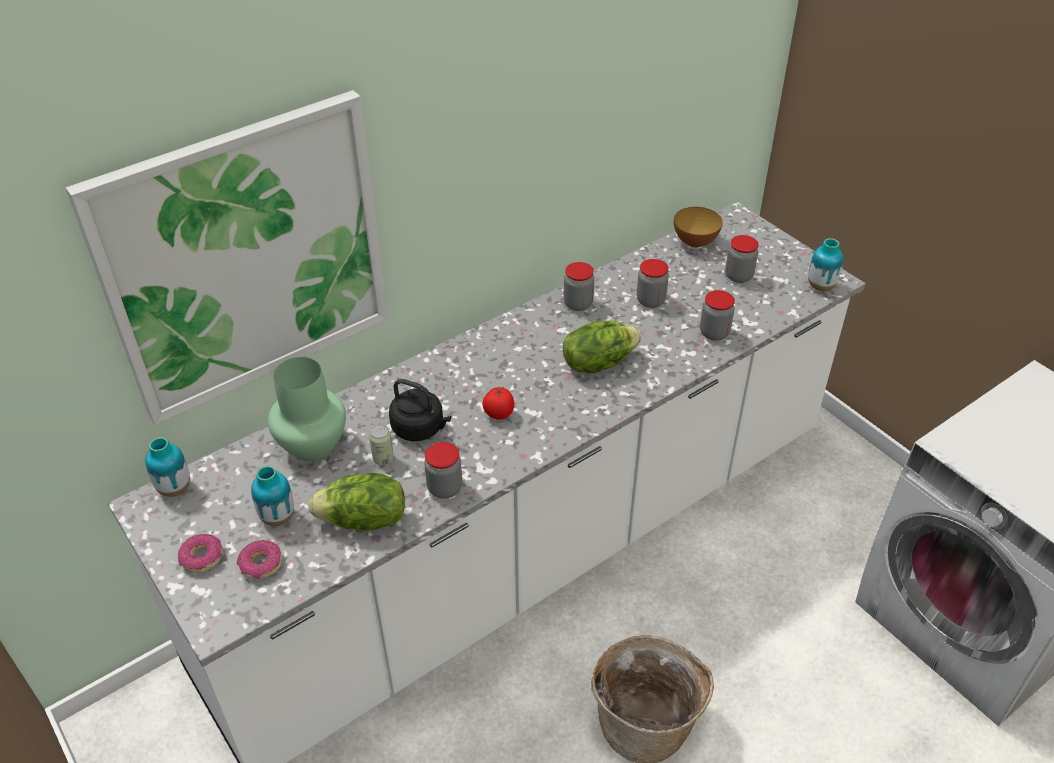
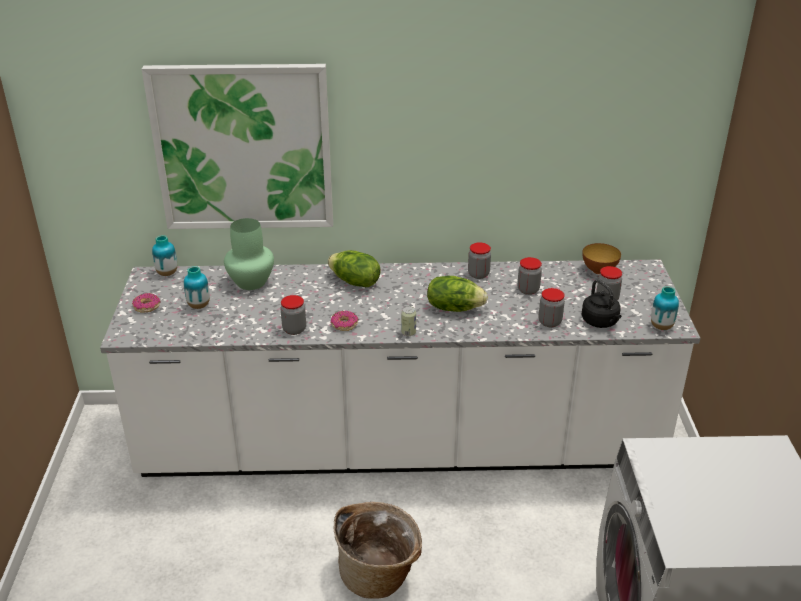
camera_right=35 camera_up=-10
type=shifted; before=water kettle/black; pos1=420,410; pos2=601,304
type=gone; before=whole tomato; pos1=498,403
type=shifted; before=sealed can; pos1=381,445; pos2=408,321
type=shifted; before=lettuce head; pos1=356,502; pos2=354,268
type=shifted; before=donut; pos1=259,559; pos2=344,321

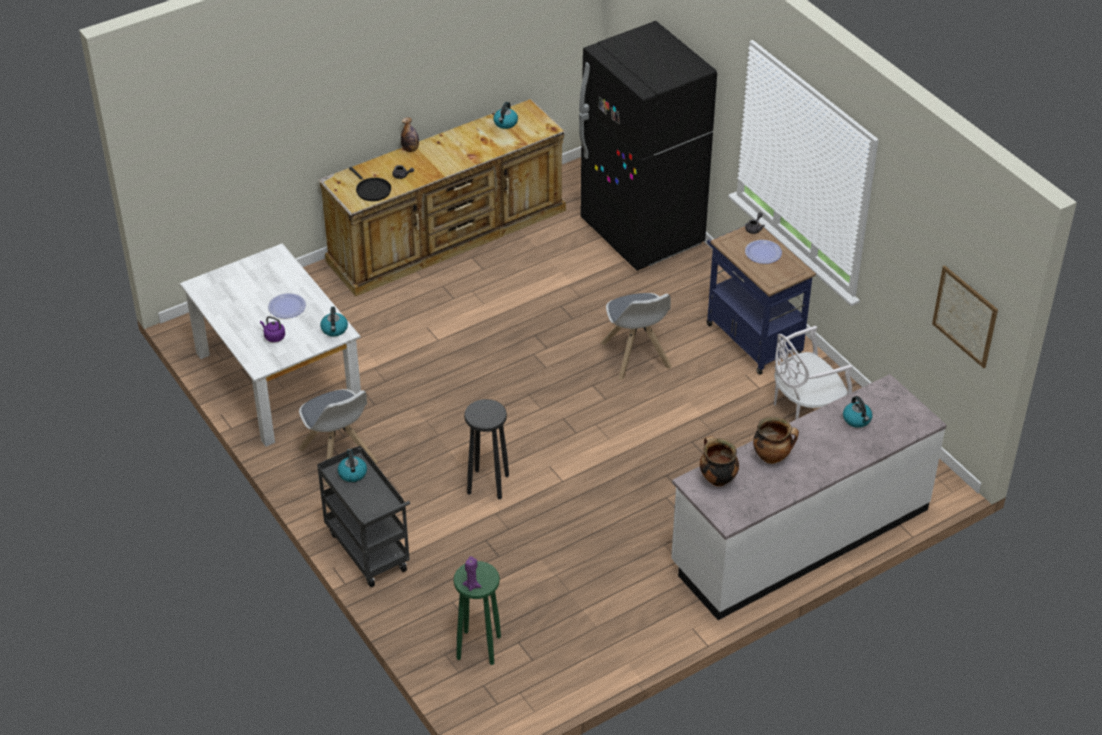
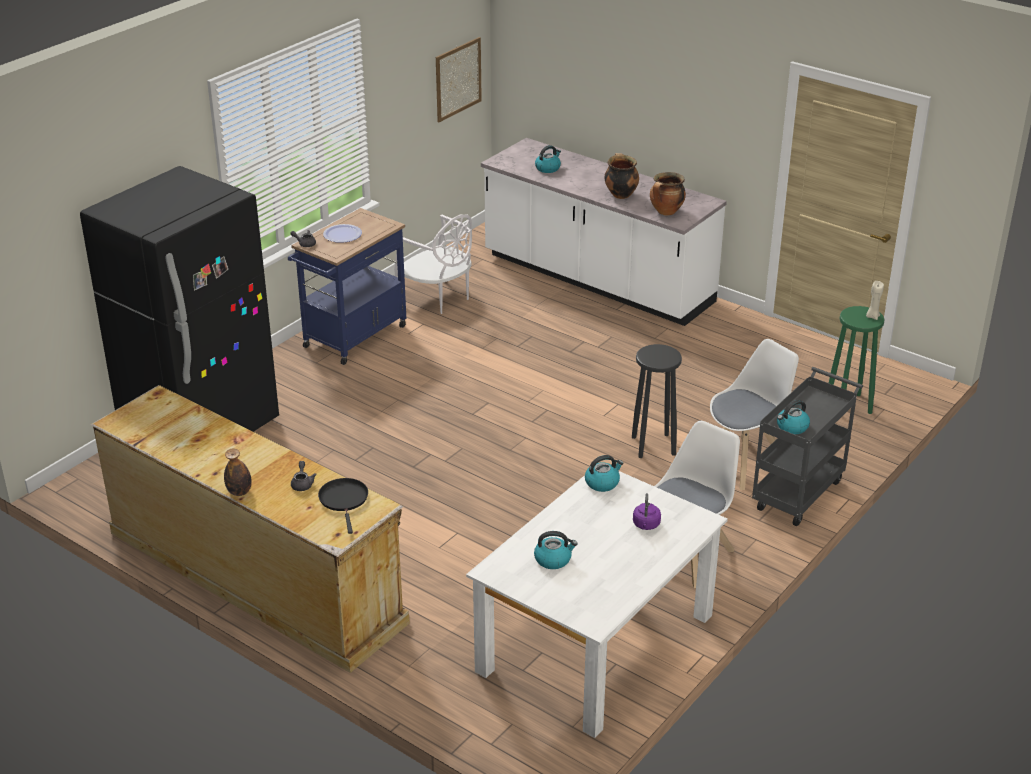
camera_right=-110 camera_up=-10
type=shifted; before=water kettle; pos1=505,115; pos2=556,550
type=rotated; before=skillet/black; pos1=370,184; pos2=343,506; turn=-45
type=gone; before=plate; pos1=287,305
type=shifted; before=plain chair; pos1=635,336; pos2=754,414
type=repainted; before=wax candle/purple; after=wax candle/beige-coloured; pos1=472,573; pos2=875,300

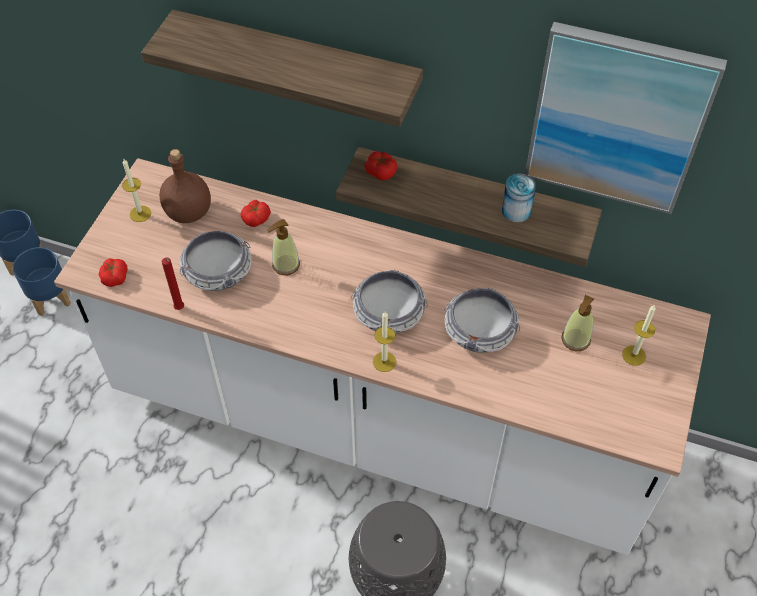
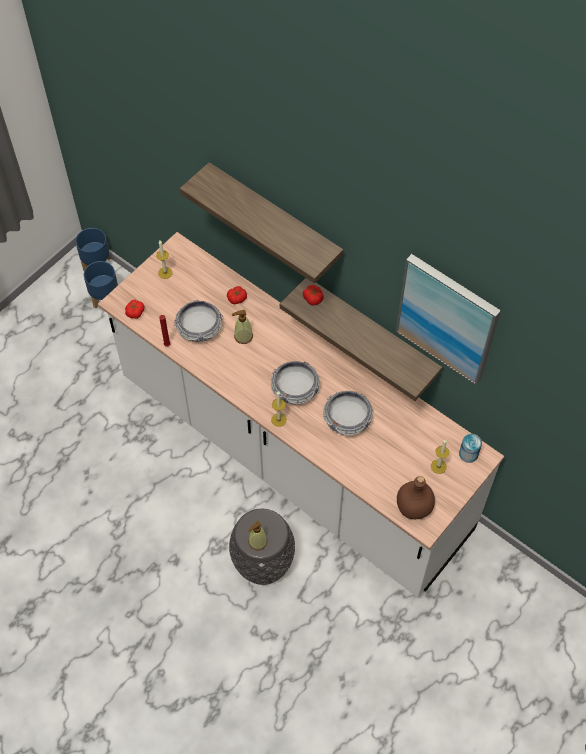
camera_right=20 camera_up=5
type=shifted; before=beverage bottle/brownish; pos1=185,186; pos2=416,497
type=shifted; before=sealed can; pos1=519,198; pos2=470,448
type=shifted; before=liquid soap bottle; pos1=577,323; pos2=257,536

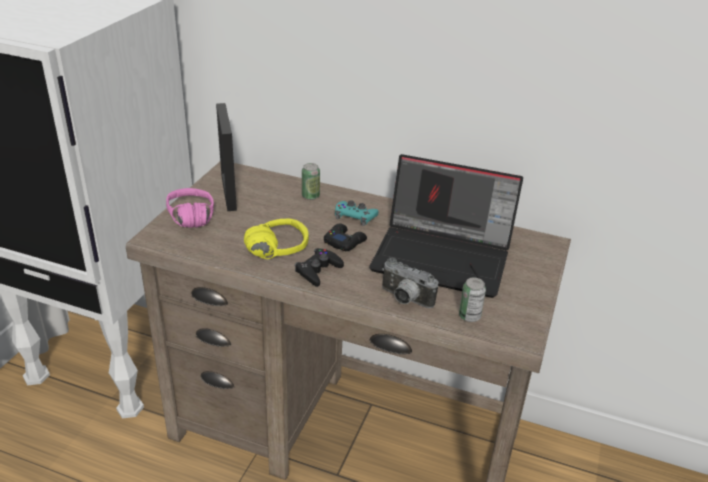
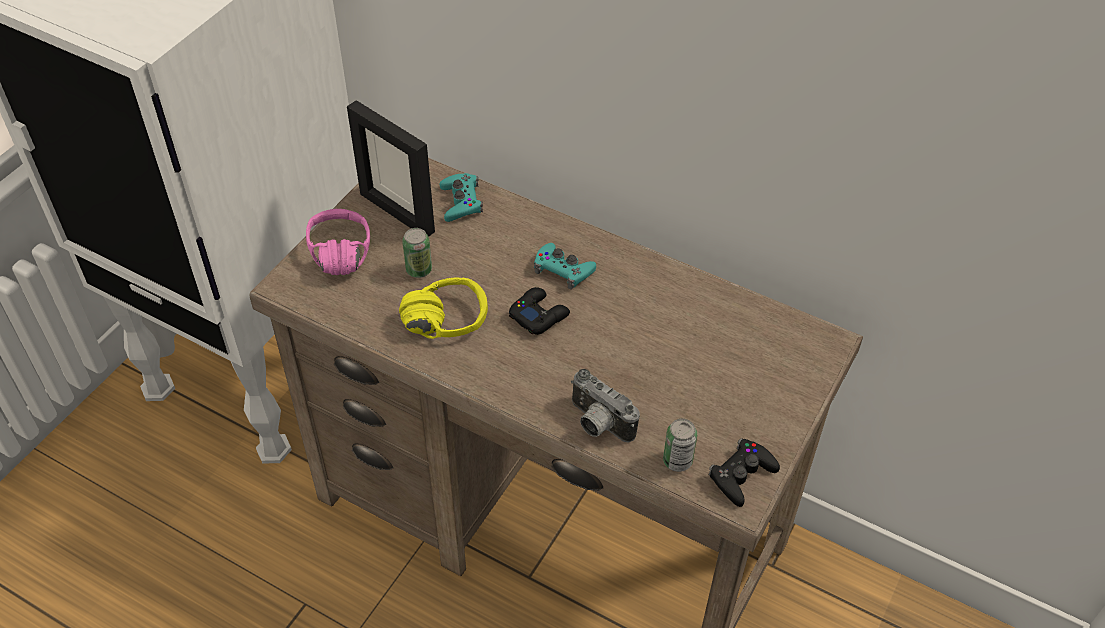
camera_right=10 camera_up=15
type=rotated; before=photo frame; pos1=226,157; pos2=391,168; turn=-45
type=gone; before=laptop; pos1=446,226
type=shifted; before=sealed can; pos1=311,181; pos2=417,253
type=shifted; before=gamepad/black; pos1=319,267; pos2=744,472
type=new; after=gamepad/turquoise; pos2=461,197

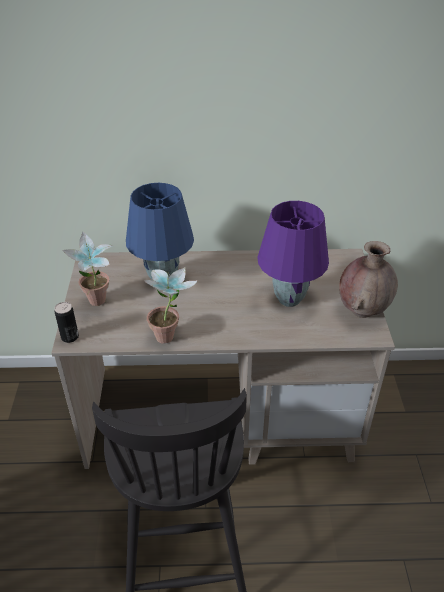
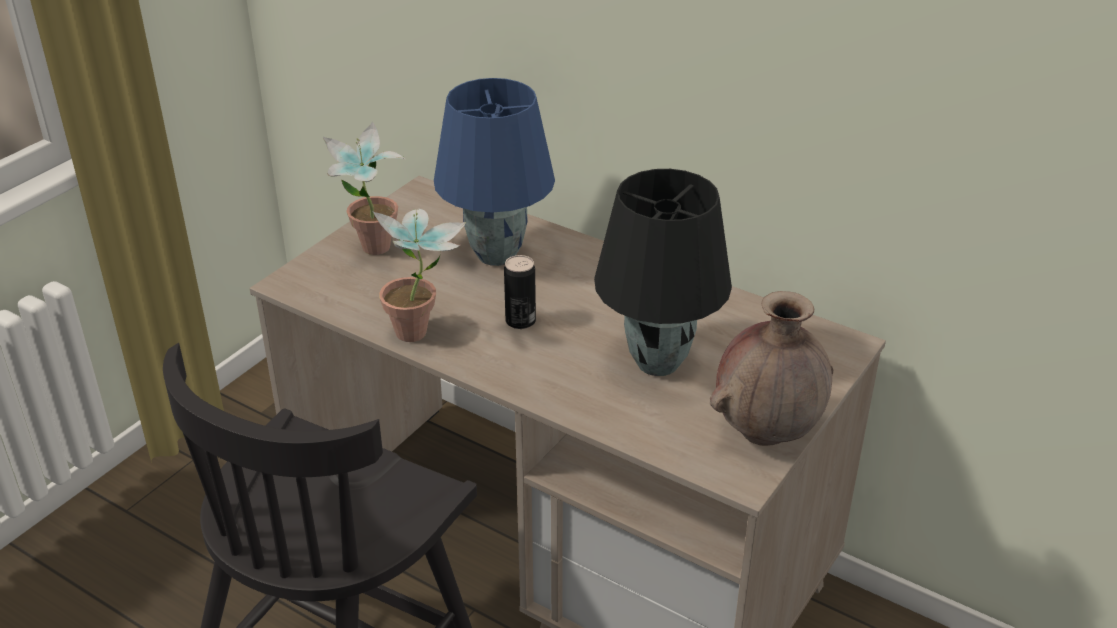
camera_right=35 camera_up=-5
type=repainted; before=tabletop lamp/purple; after=tabletop lamp/black; pos1=293,254; pos2=663,272
type=shifted; before=sealed can; pos1=66,322; pos2=520,292

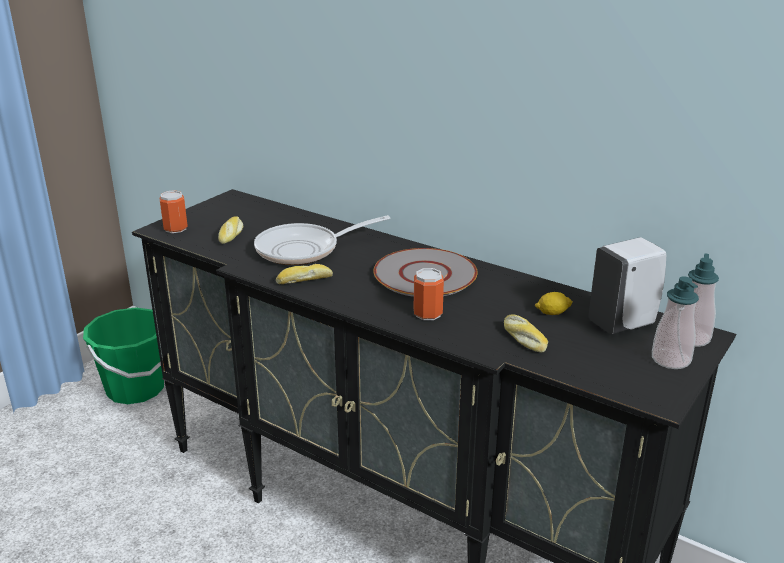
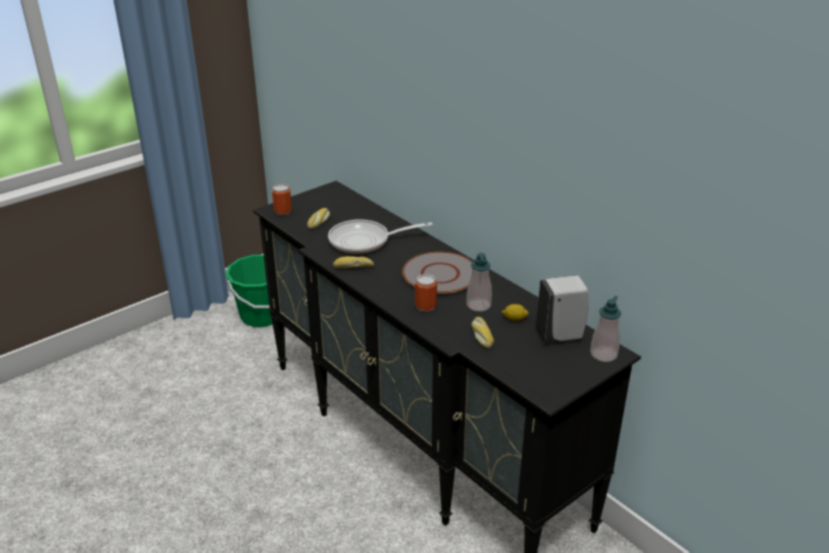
camera_right=15 camera_up=5
type=shifted; before=liquid soap bottle; pos1=675,322; pos2=479,282

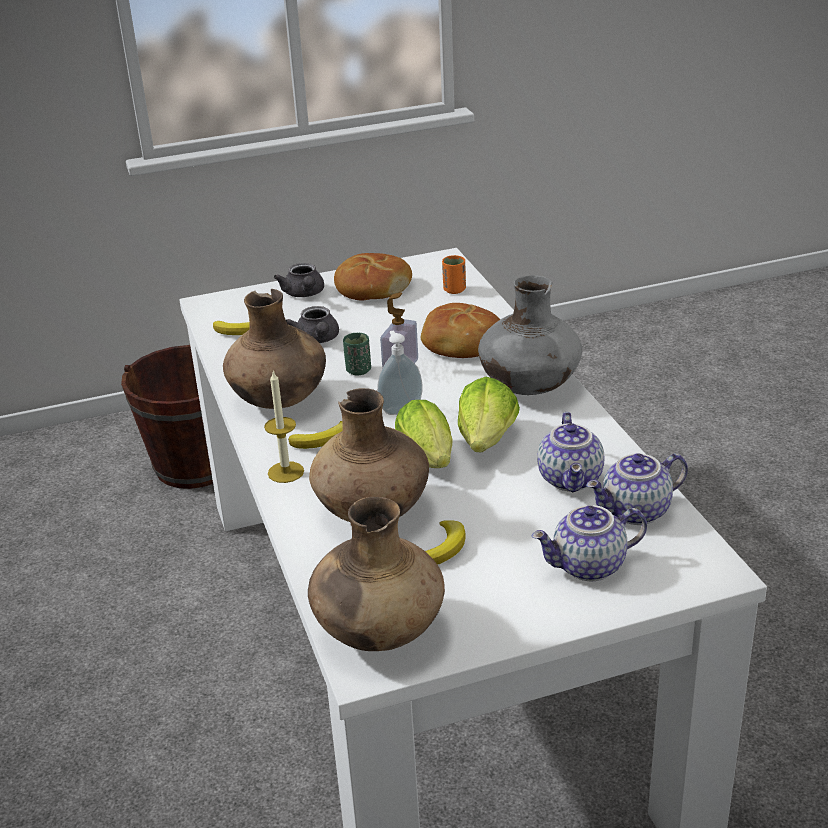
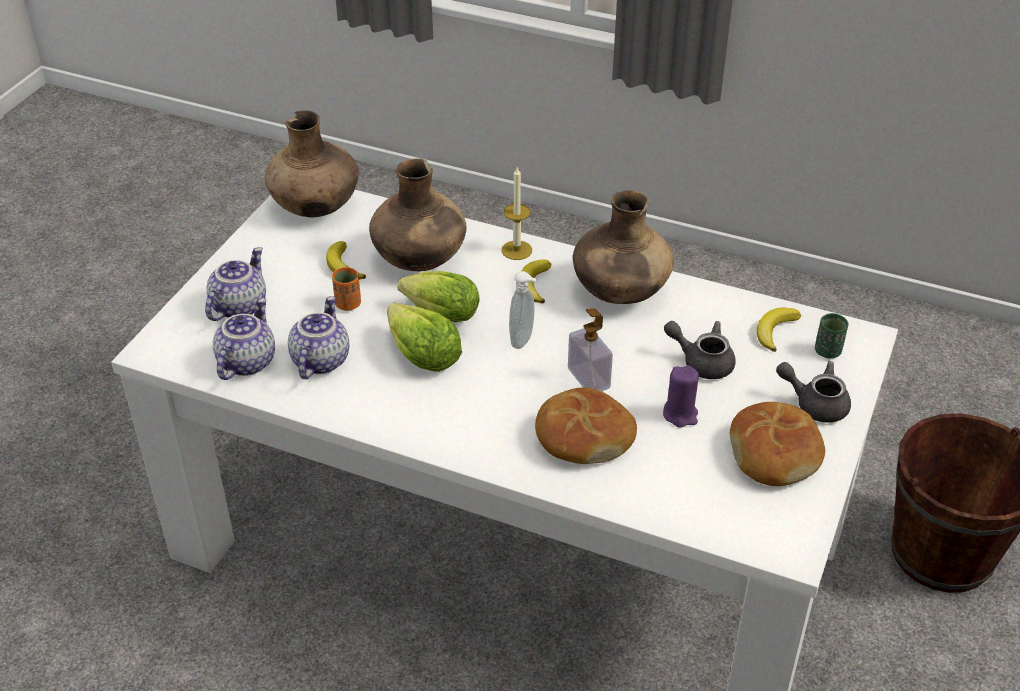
camera_right=130 camera_up=10
type=shifted; before=cup/orangey; pos1=454,274; pos2=346,289
type=gone; before=vase/gray; pos1=530,335
type=shifted; before=cup/greenish; pos1=357,354; pos2=831,335
type=rotated; before=teapot; pos1=570,452; pos2=318,337; turn=60
type=new; after=wax candle/purple; pos2=681,396

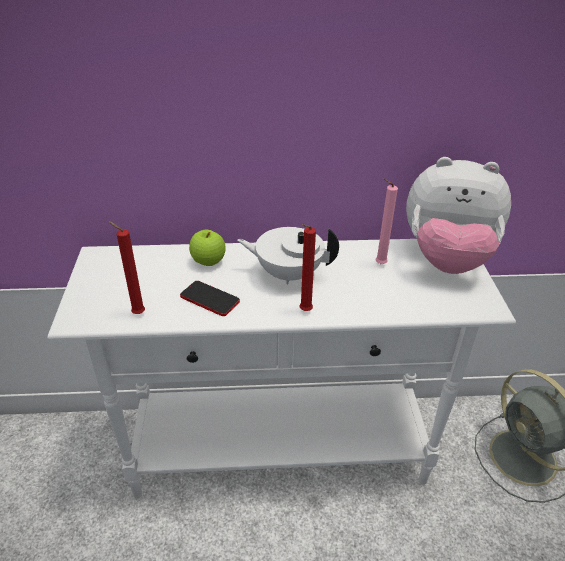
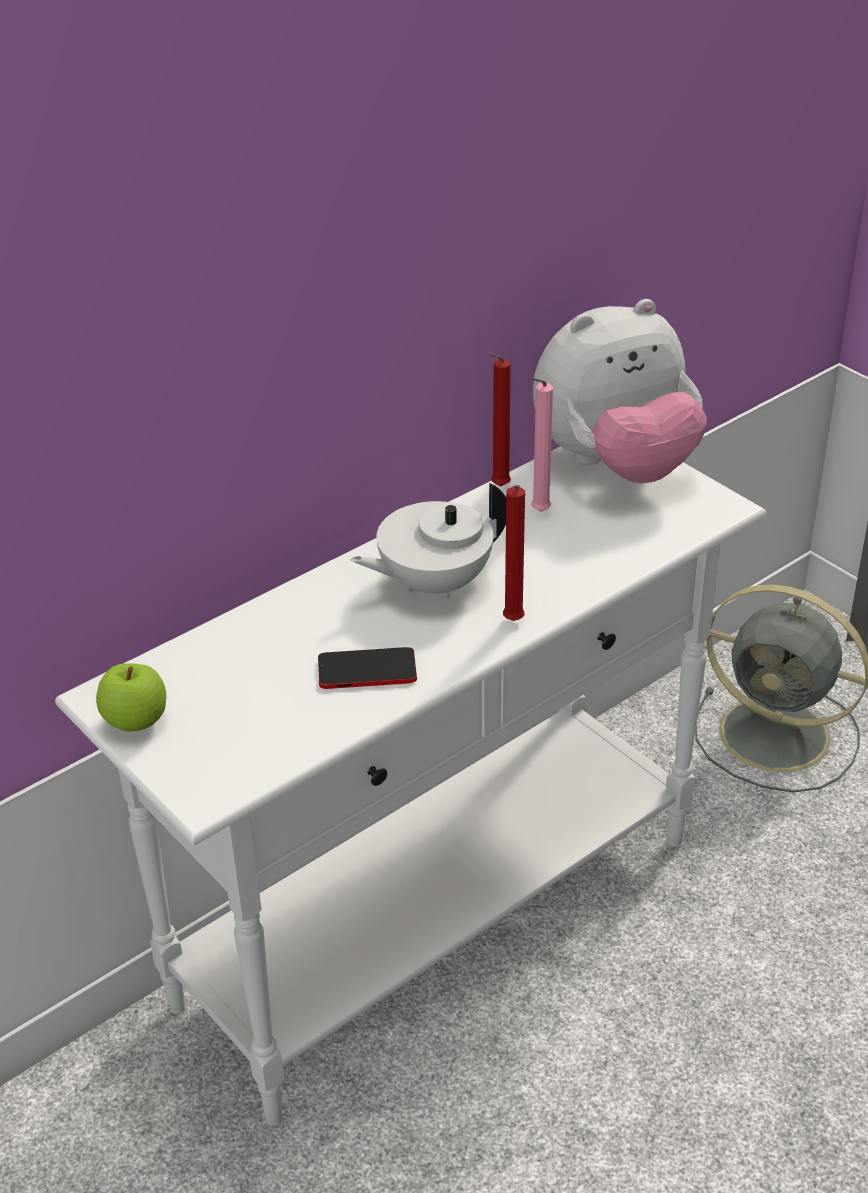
camera_right=-35 camera_up=0
type=shifted; before=wax candle/reddish; pos1=126,267; pos2=499,419
type=shifted; before=apple; pos1=207,248; pos2=131,697

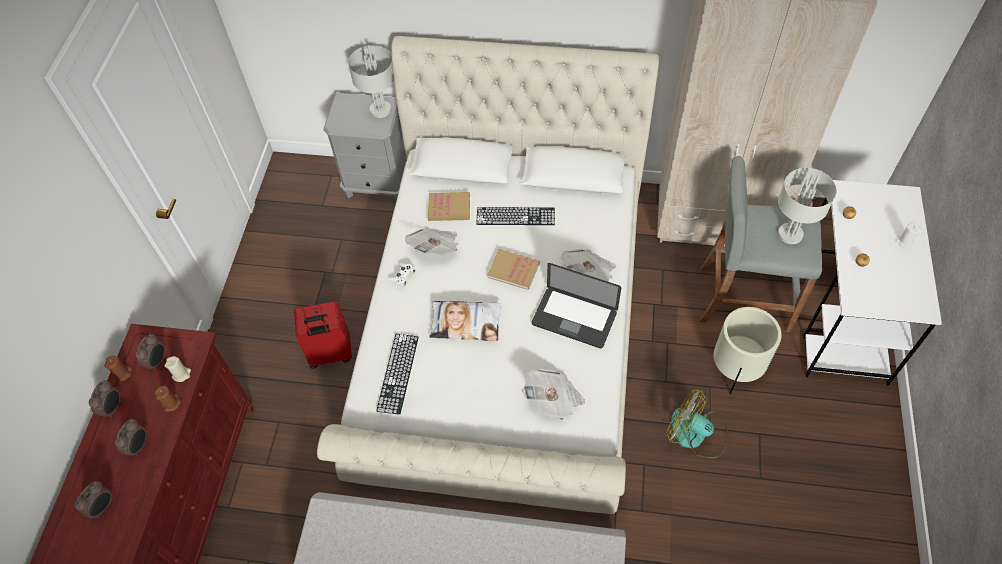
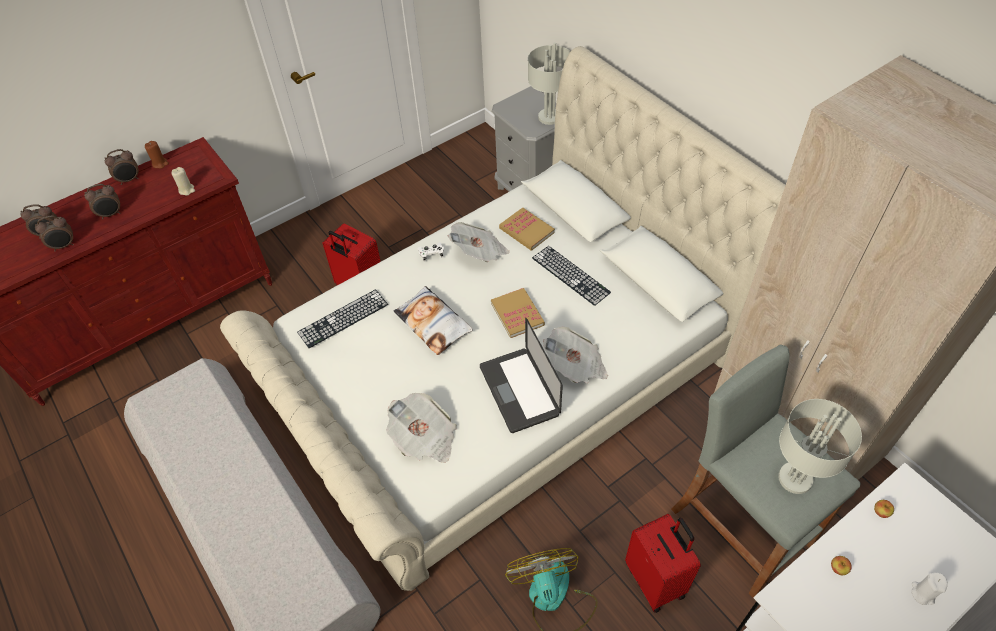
camera_right=45 camera_up=-5
type=swapped; before=plant pot/beige-coloured; after=travel case/reddish; pos1=748,350; pos2=663,563
type=shifted; before=bedside clock; pos1=150,352; pos2=54,233
type=gone; before=wax candle/brownish; pos1=167,398

